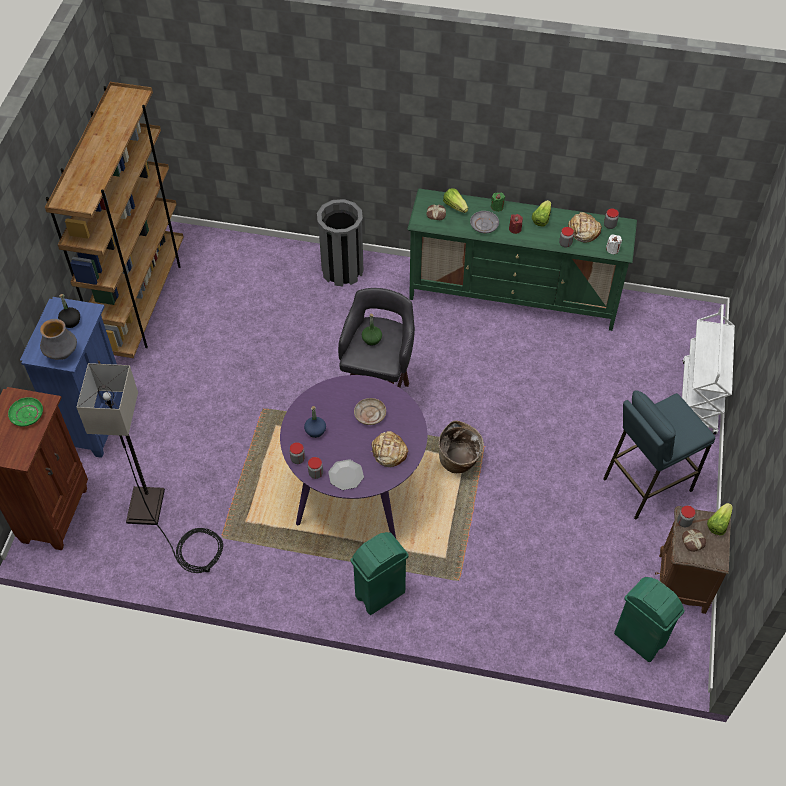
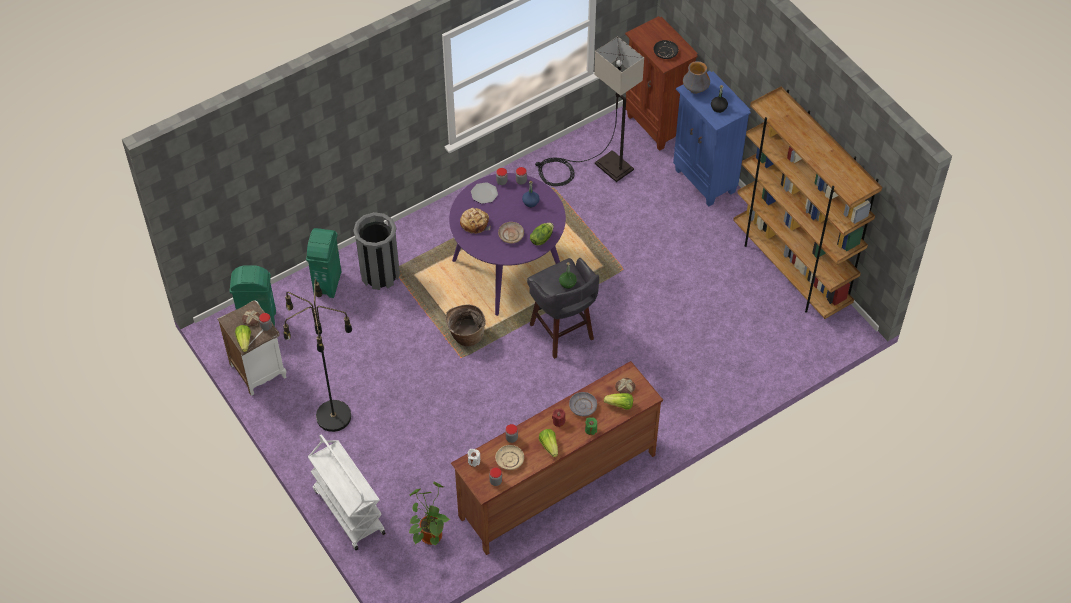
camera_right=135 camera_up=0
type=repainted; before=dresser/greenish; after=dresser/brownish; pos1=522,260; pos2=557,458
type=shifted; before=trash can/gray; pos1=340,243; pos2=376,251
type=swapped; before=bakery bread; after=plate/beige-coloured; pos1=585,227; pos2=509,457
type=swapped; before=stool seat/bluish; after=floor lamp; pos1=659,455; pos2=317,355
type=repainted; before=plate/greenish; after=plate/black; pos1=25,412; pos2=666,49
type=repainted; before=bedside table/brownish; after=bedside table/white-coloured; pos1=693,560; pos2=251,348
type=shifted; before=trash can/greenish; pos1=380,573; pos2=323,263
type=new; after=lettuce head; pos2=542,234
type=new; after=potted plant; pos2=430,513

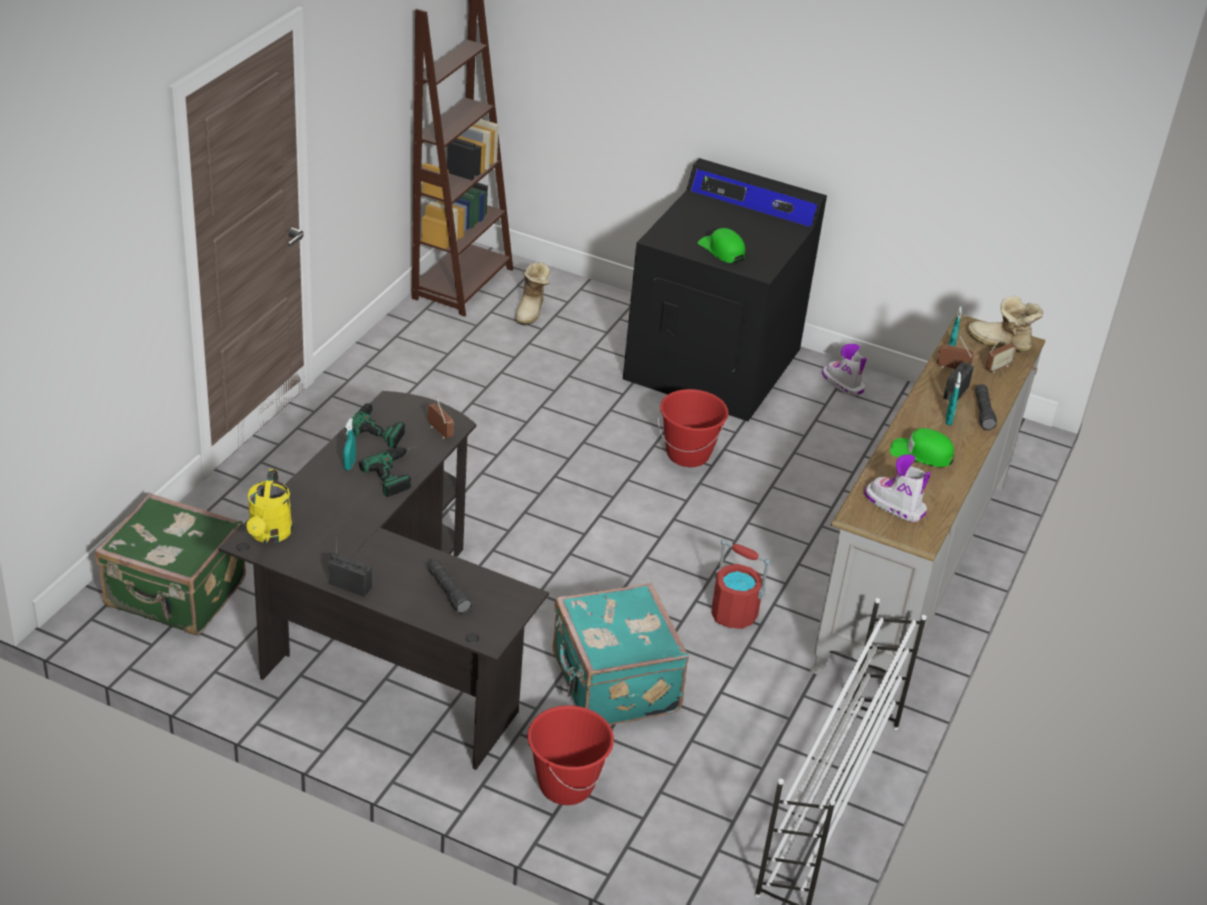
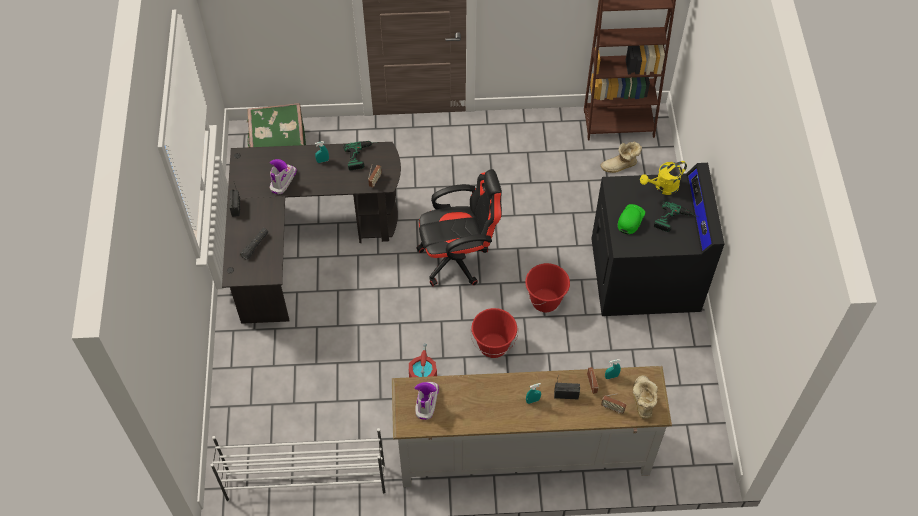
camera_right=65 camera_up=20
type=shifted; before=high-top boot; pos1=844,370; pos2=283,177
type=gone; before=hand torch/black; pos1=986,407
type=gone; before=cap/greenish; pos1=922,447
type=shifted; before=power drill; pos1=387,471; pos2=676,216
type=shifted; before=sprinkling can/yellowish; pos1=269,506; pos2=663,178
type=gone; before=travel case/turquoise; pos1=621,654
type=shifted; before=pail/reddish; pos1=570,755; pos2=494,333
type=new; after=office chair/black; pos2=459,227

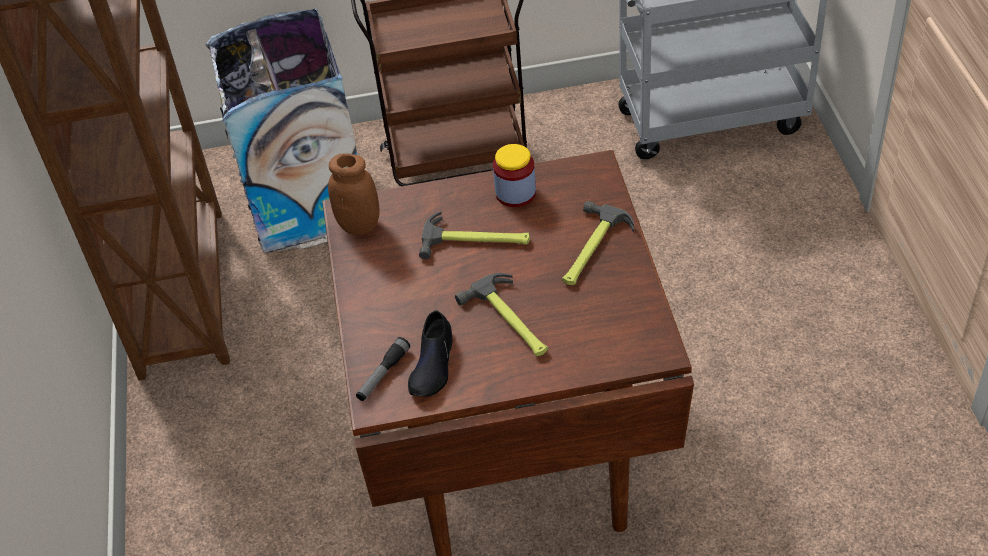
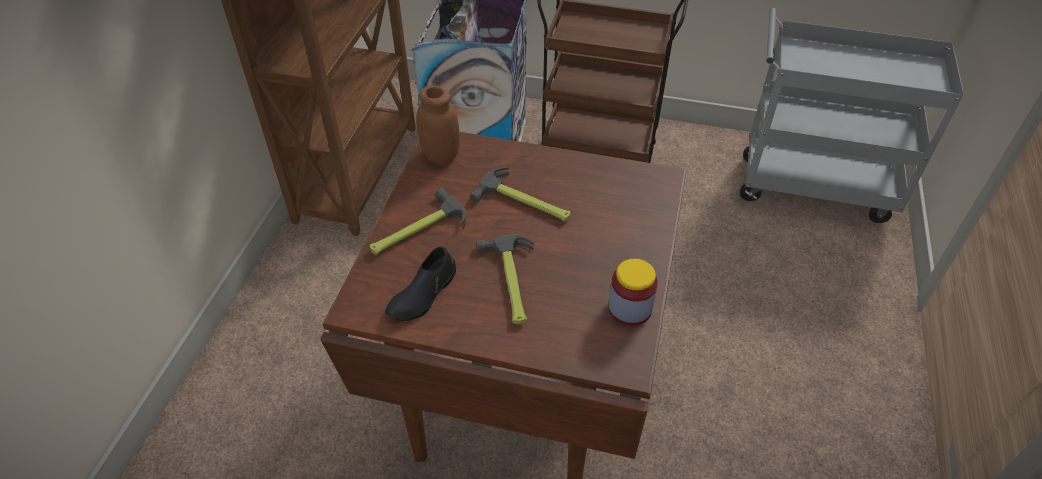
camera_right=20 camera_up=0
type=shifted; before=storage jar; pos1=514,175; pos2=633,292
type=shifted; before=hammer; pos1=598,243; pos2=417,221
type=gone; before=hand torch; pos1=383,369

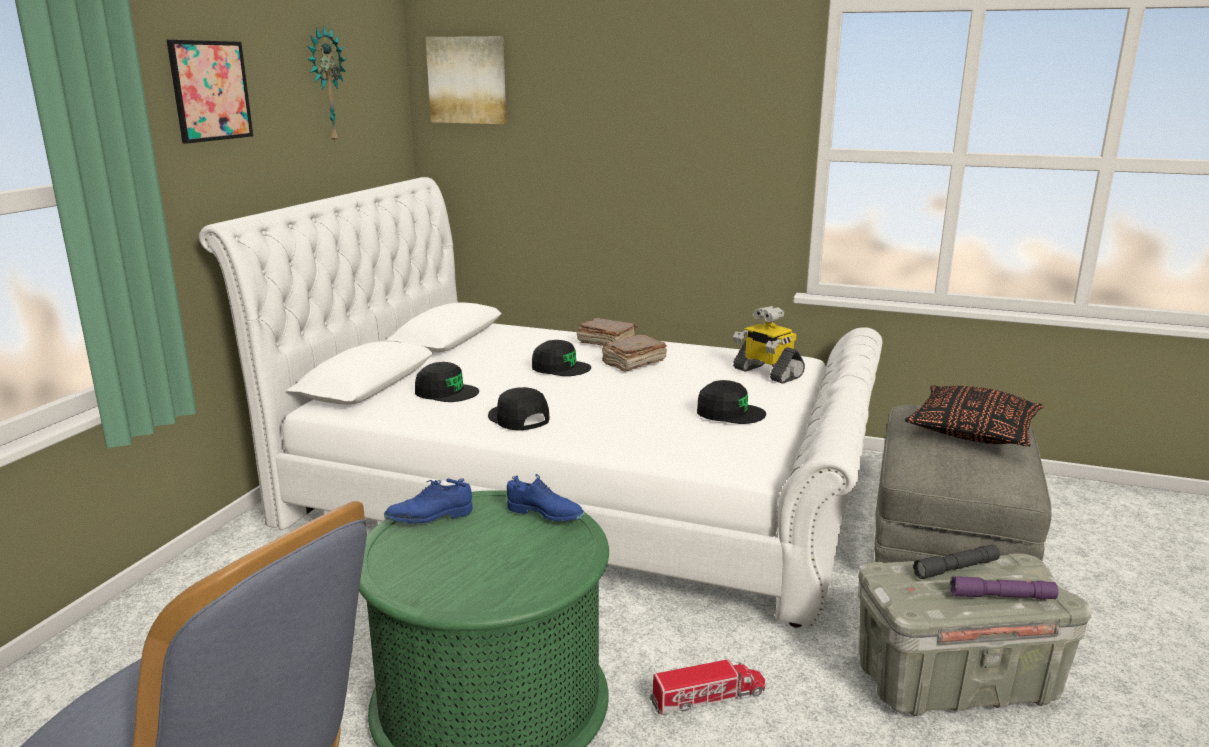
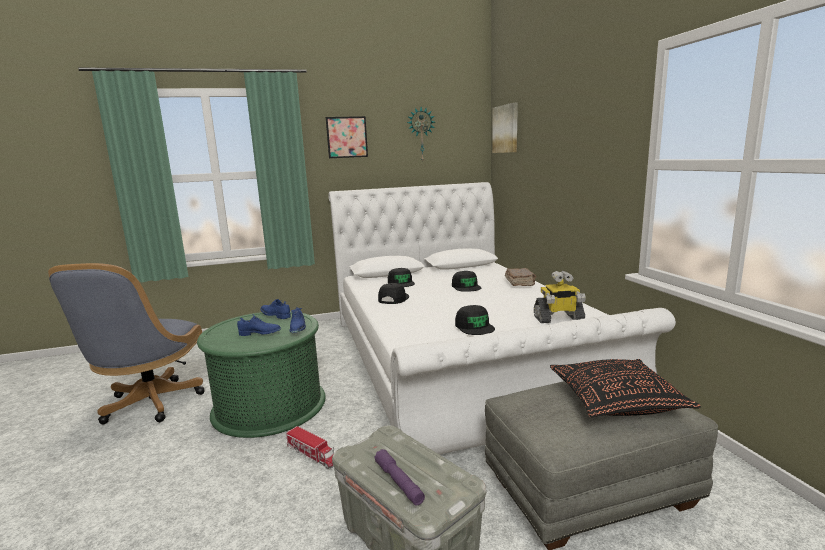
camera_right=55 camera_up=-5
type=rotated; before=model robot; pos1=769,345; pos2=560,297; turn=-105
type=gone; before=book/brownish; pos1=634,353
type=gone; before=hand torch/gray; pos1=956,562
type=new; after=item of footwear/bluish; pos2=259,325

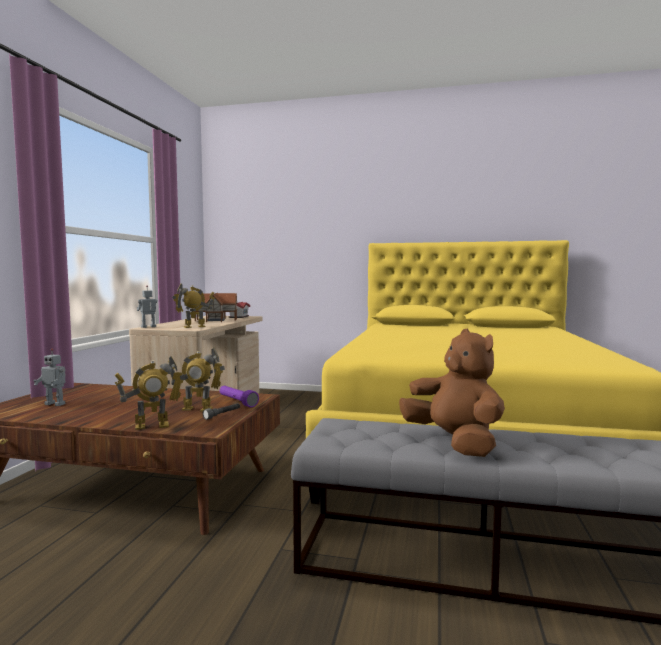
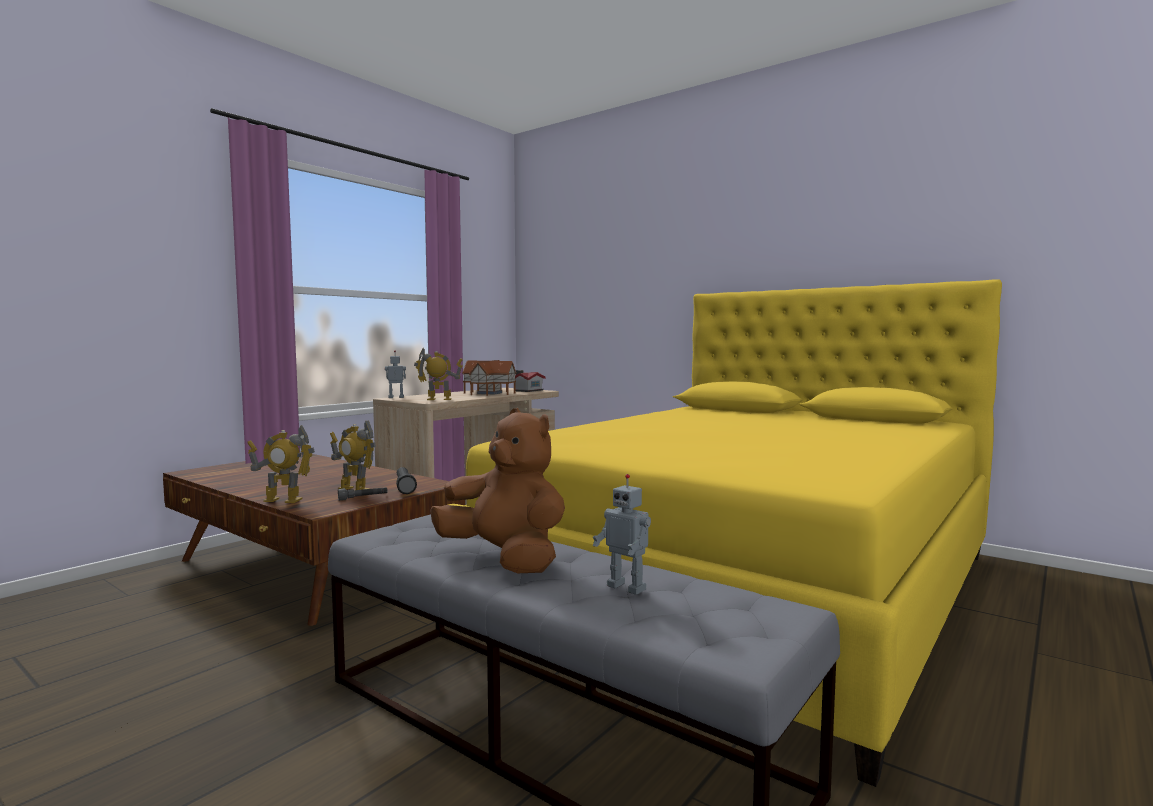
camera_right=25 camera_up=0
type=rotated; before=plush toy/brownish; pos1=452,393; pos2=497,490; turn=-45
type=shifted; before=model robot; pos1=50,377; pos2=622,534
type=repainted; before=hand torch/purple; after=hand torch/black; pos1=239,396; pos2=406,480

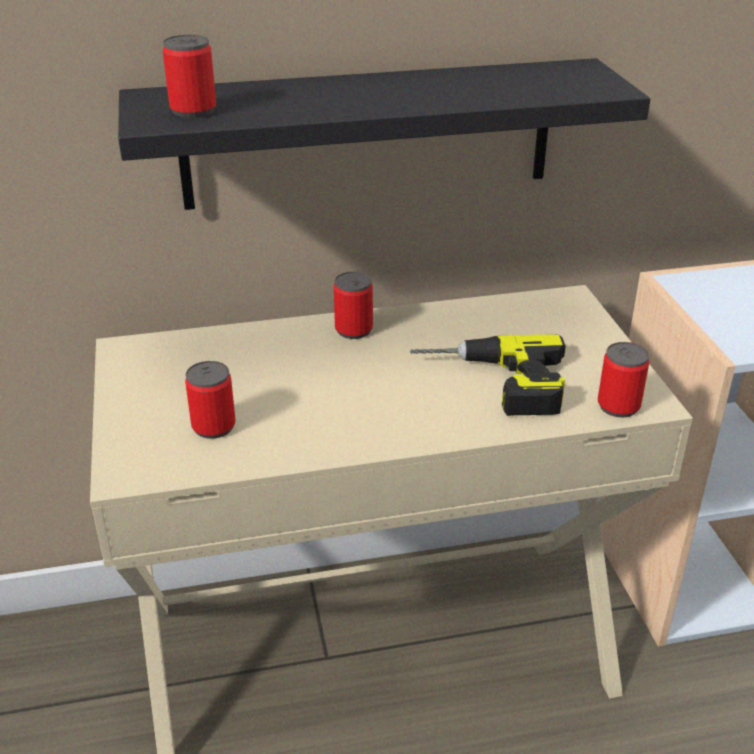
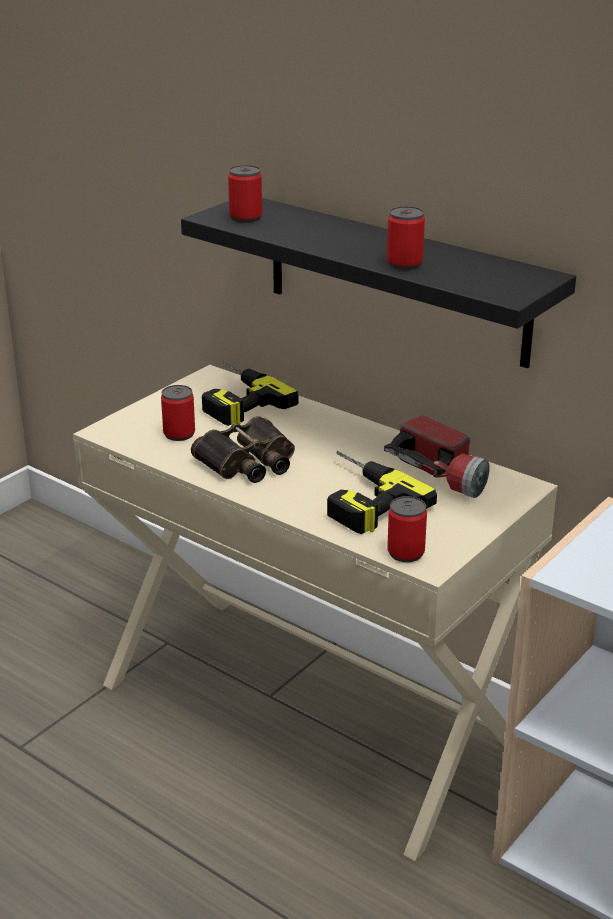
camera_right=50 camera_up=-5
type=shifted; before=sealed can; pos1=353,305; pos2=406,238
type=new; after=power drill; pos2=250,393
type=new; after=hand torch; pos2=437,456
type=new; after=field glasses; pos2=243,449

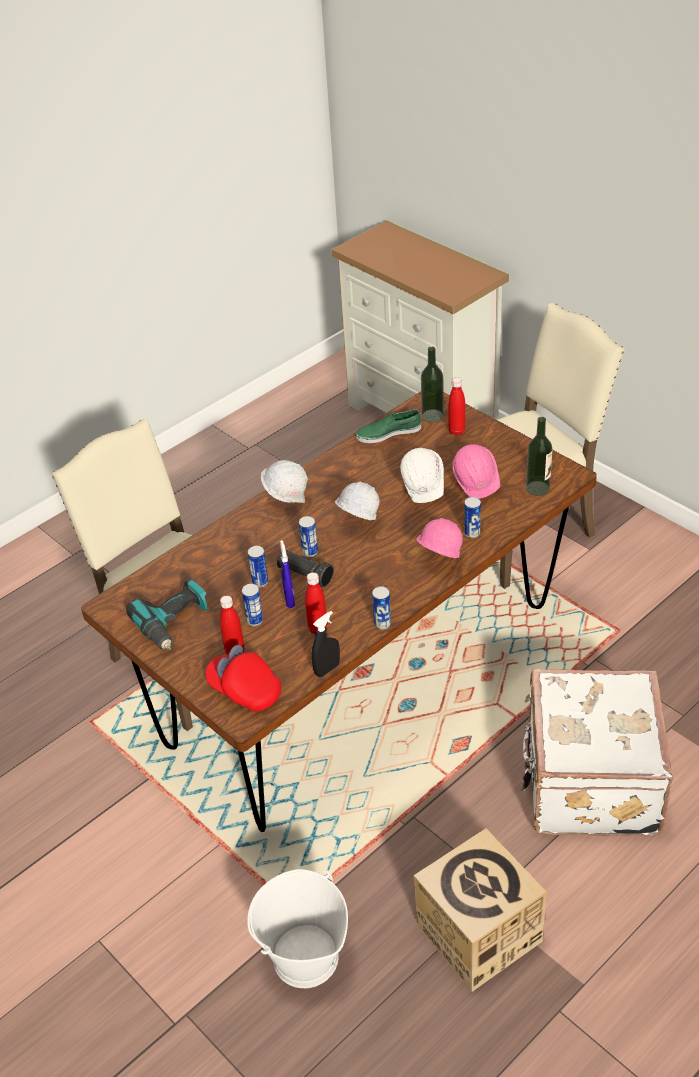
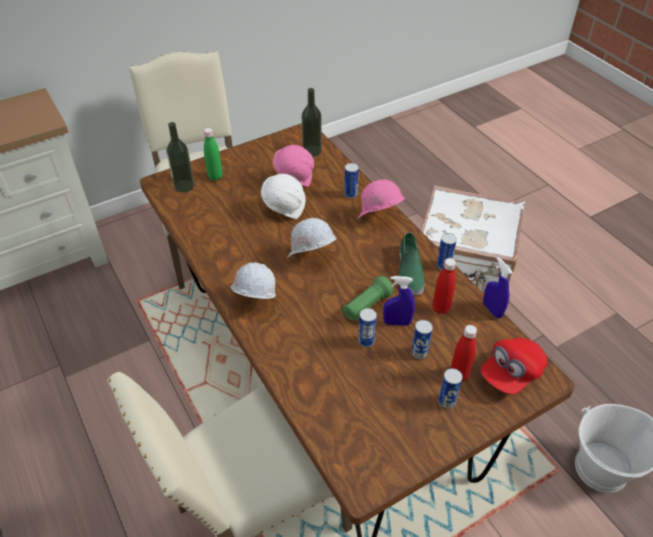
camera_right=-80 camera_up=5
type=repainted; before=beverage bottle/reddish; after=beverage bottle/greenish; pos1=456,406; pos2=213,154
type=shifted; before=item of footwear/greenish; pos1=388,426; pos2=412,263
type=shifted; before=sealed can; pos1=308,537; pos2=450,388
type=repainted; before=hand torch/black; after=hand torch/greenish; pos1=305,568; pos2=368,299
type=gone; before=power drill; pos1=167,614
type=repainted; before=hand sprayer/black; after=hand sprayer/bluish; pos1=326,644; pos2=498,287
type=gone; before=packing box; pos1=480,910

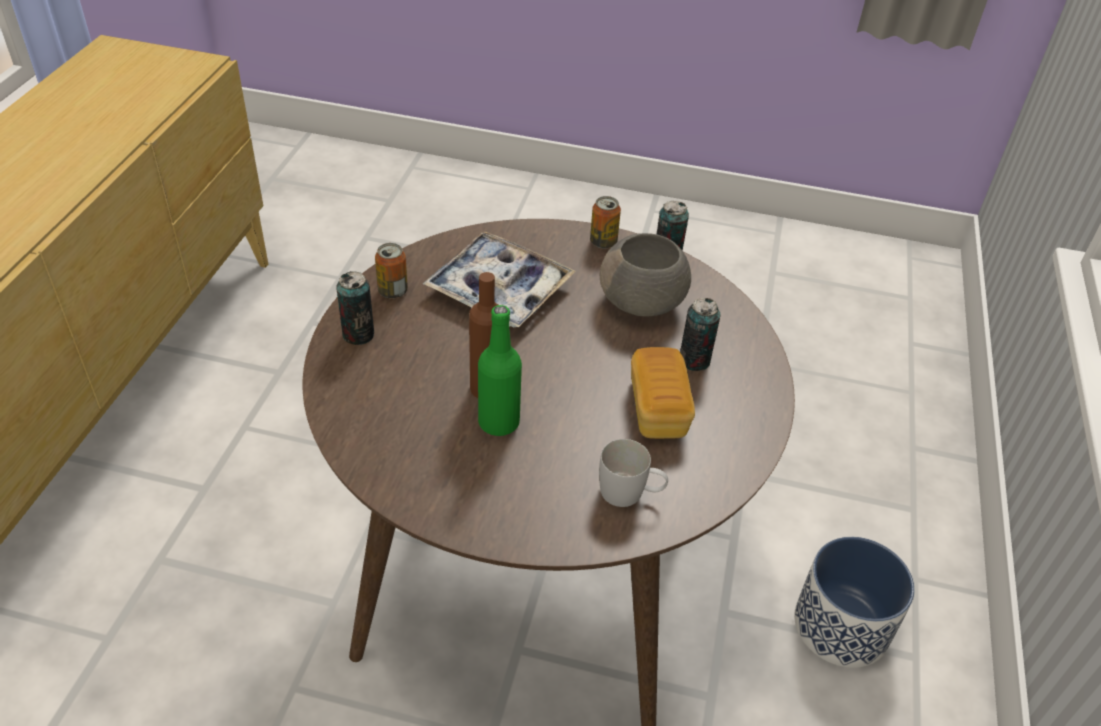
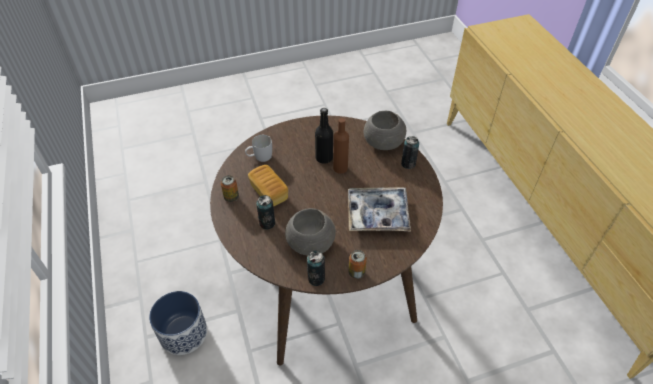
camera_right=150 camera_up=5
type=shifted; before=sealed can; pos1=391,270; pos2=230,188
type=repainted; before=beverage bottle/greenish; after=beverage bottle/black; pos1=500,370; pos2=324,136
type=new; after=serving bowl/gray; pos2=385,130

